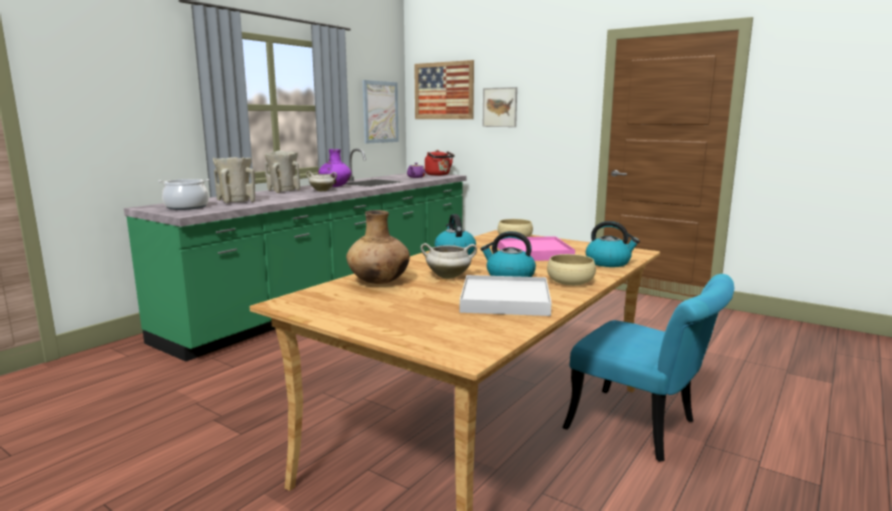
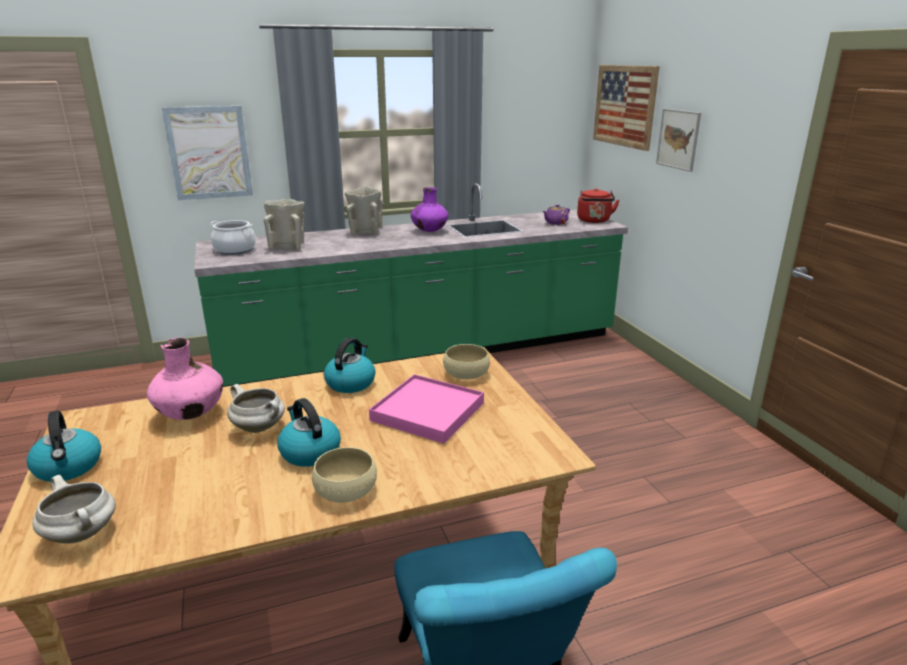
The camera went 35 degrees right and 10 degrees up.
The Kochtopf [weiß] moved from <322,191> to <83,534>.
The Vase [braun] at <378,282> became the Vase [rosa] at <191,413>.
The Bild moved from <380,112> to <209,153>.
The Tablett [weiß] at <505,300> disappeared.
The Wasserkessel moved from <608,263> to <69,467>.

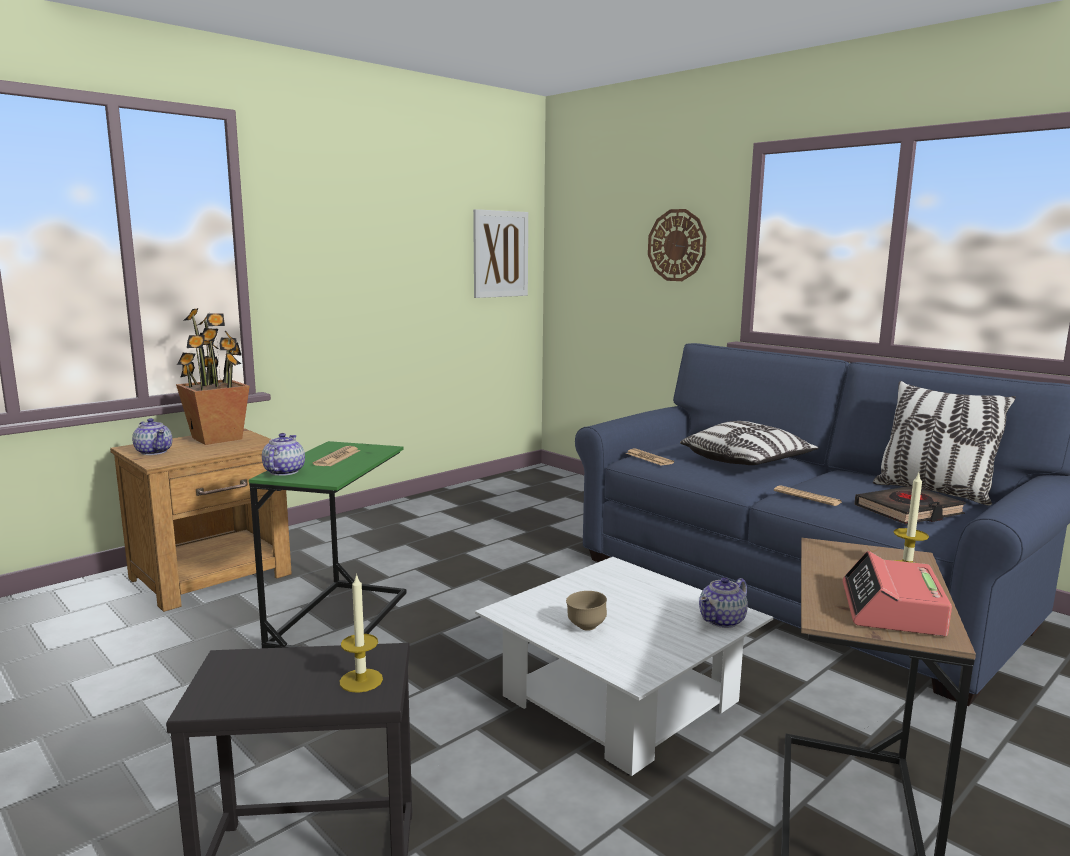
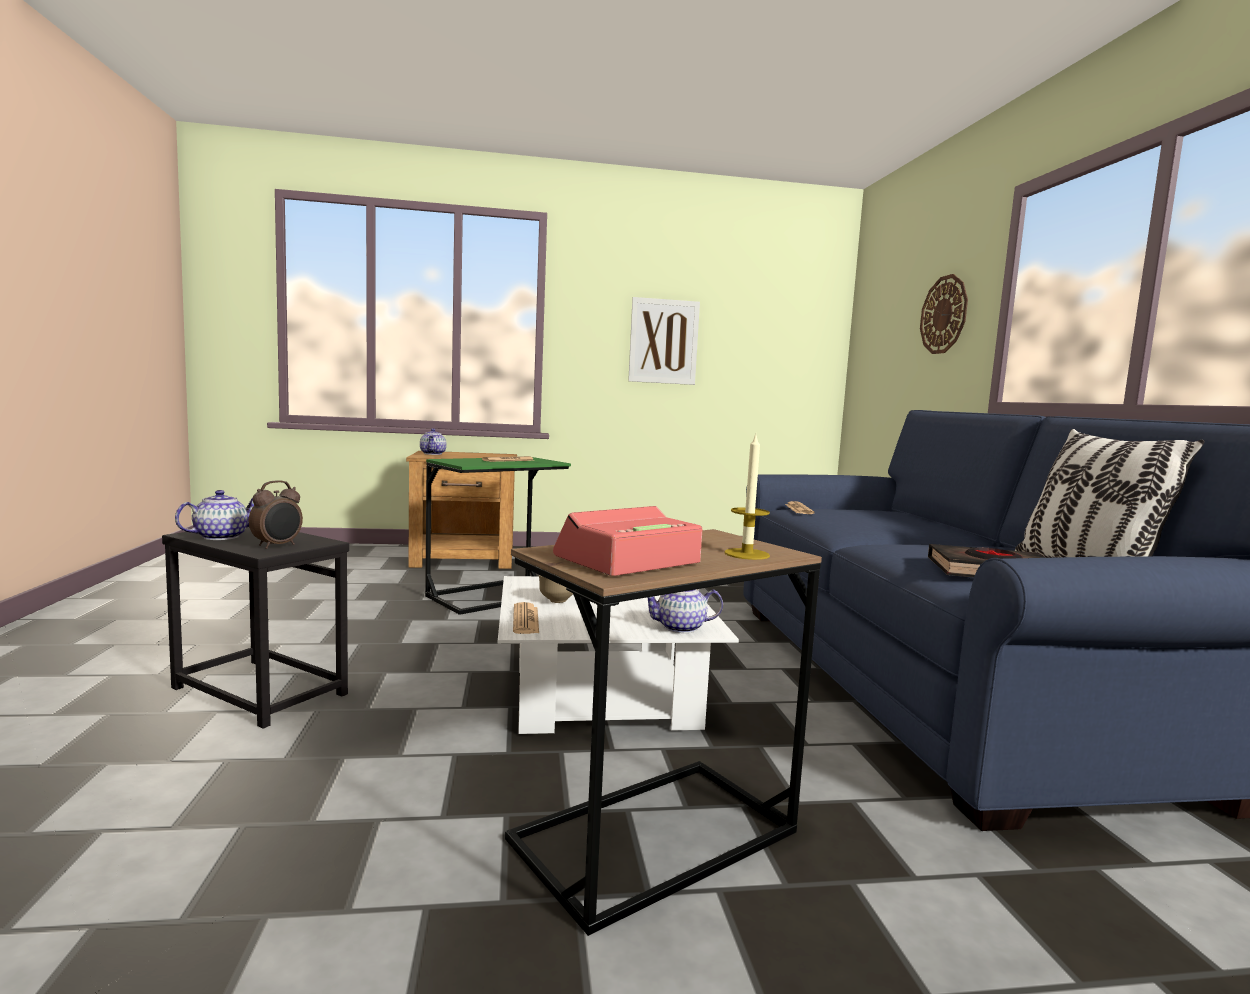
The camera went 35 degrees right and 5 degrees down.
The Topfpflanze at <218,438> disappeared.
The Teekanne moved from <283,472> to <220,537>.
The Kerze at <361,680> was replaced by the Wecker at <277,546>.
The Bild moved from <500,254> to <663,341>.
The Kissen at <747,463> disappeared.
The Zeitung moved from <807,497> to <525,620>.

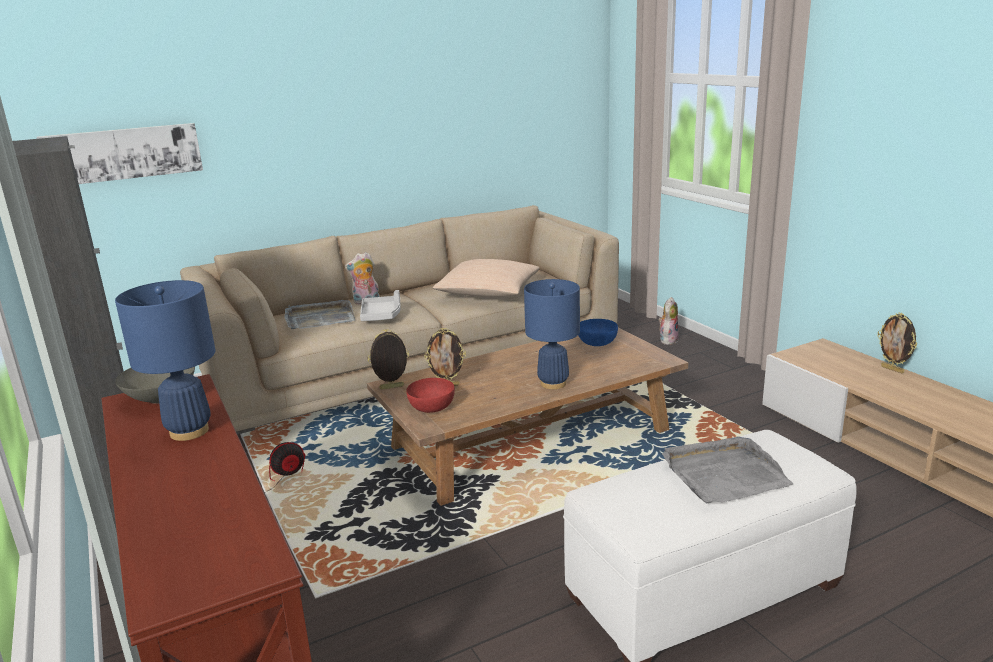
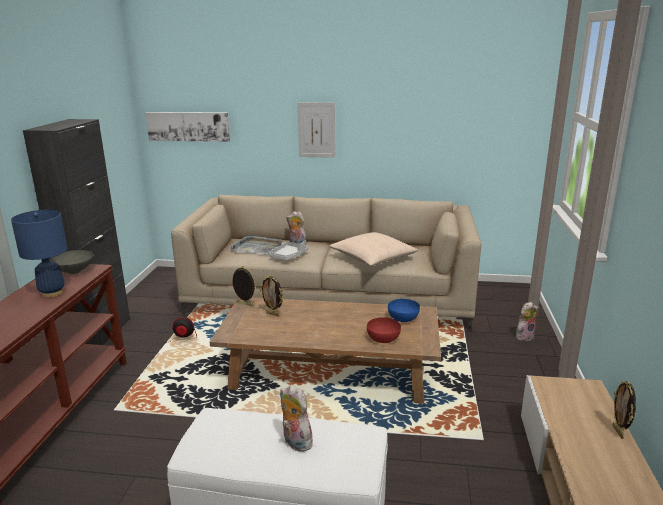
The camera went 35 degrees right and 0 degrees up.
The Schüssel [rot] moved from <432,407> to <383,339>.
The Tischlampe [blau] at <553,383> disappeared.
The Tablett [grau] at <723,474> was replaced by the Plüschtier at <295,442>.
The Bild at <316,130> appeared.

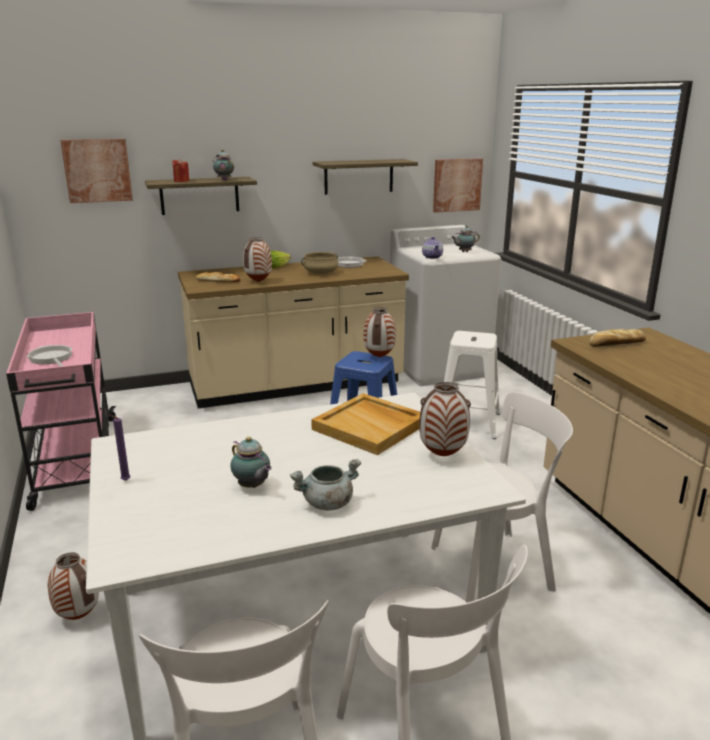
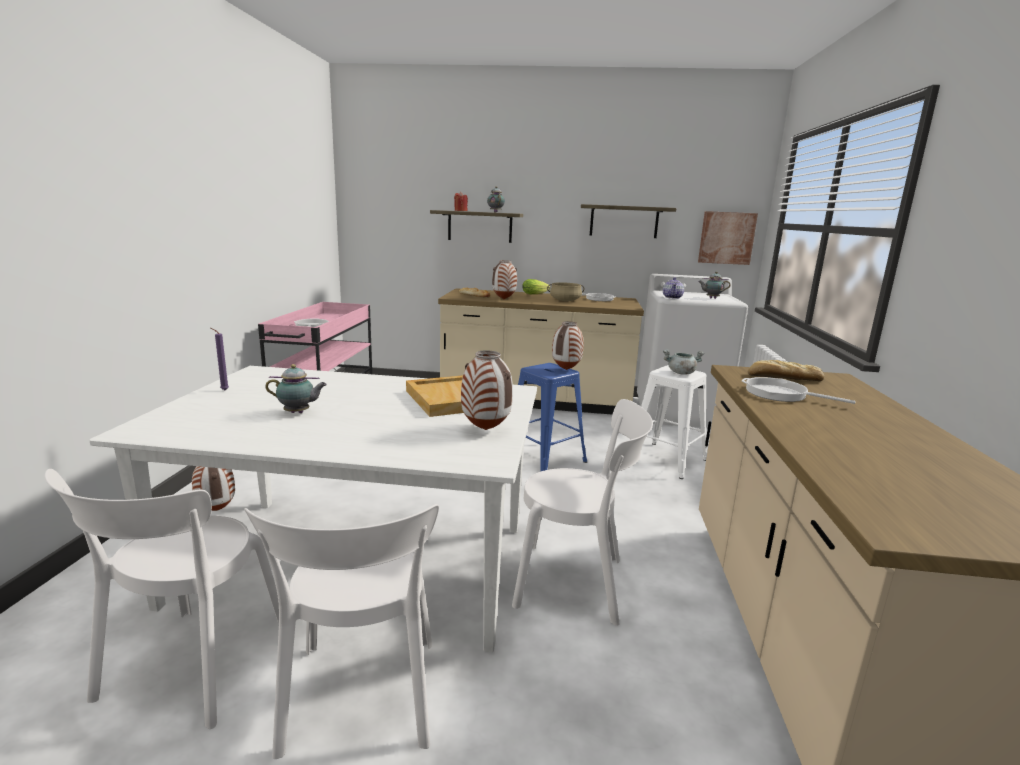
The camera went 25 degrees right and 5 degrees down.
The Bild at <97,170> disappeared.
The Teekanne at <252,486> turned 75 degrees counterclockwise.
The Kochtopf [grau] moved from <327,504> to <681,373>.
The Pfanne at <780,394> appeared.

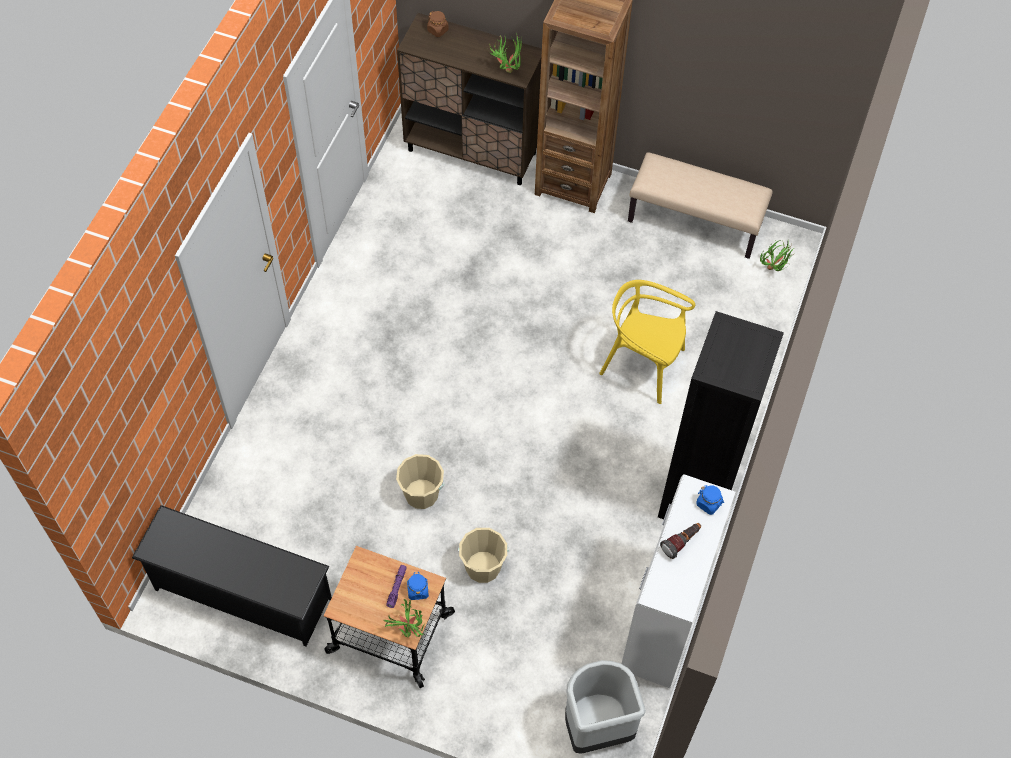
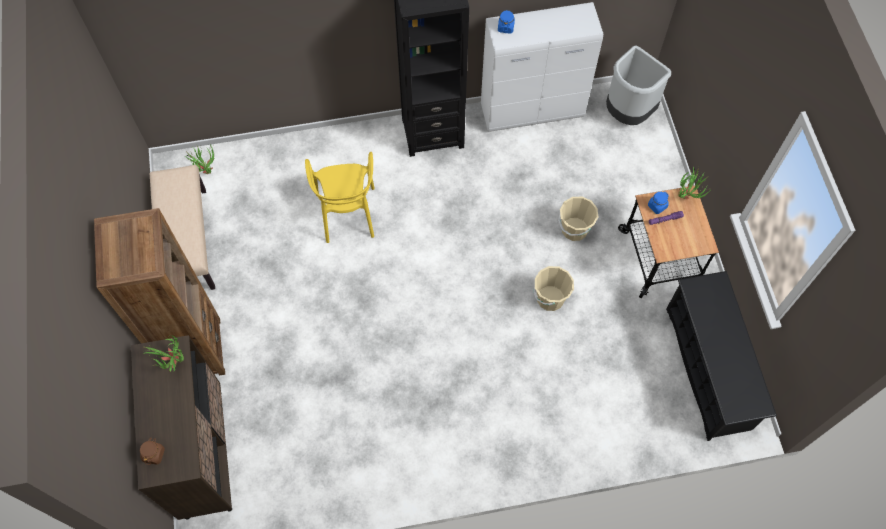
The camera went 120 degrees left and 5 degrees up.
The Taschenlampe at <681,542> disappeared.

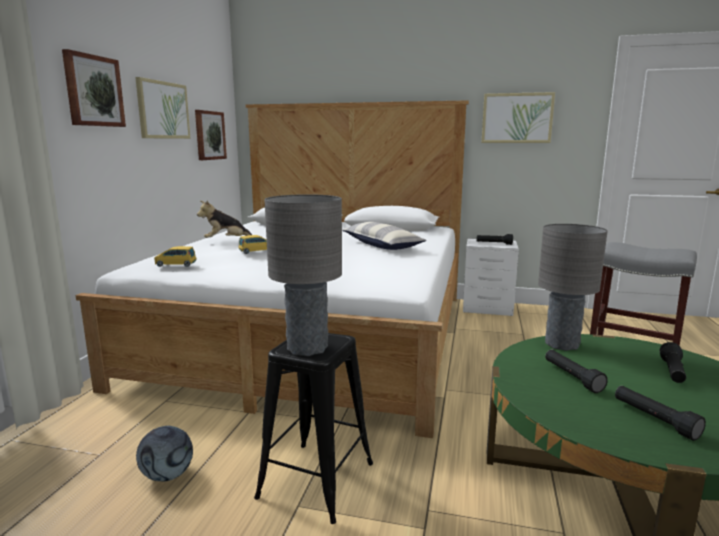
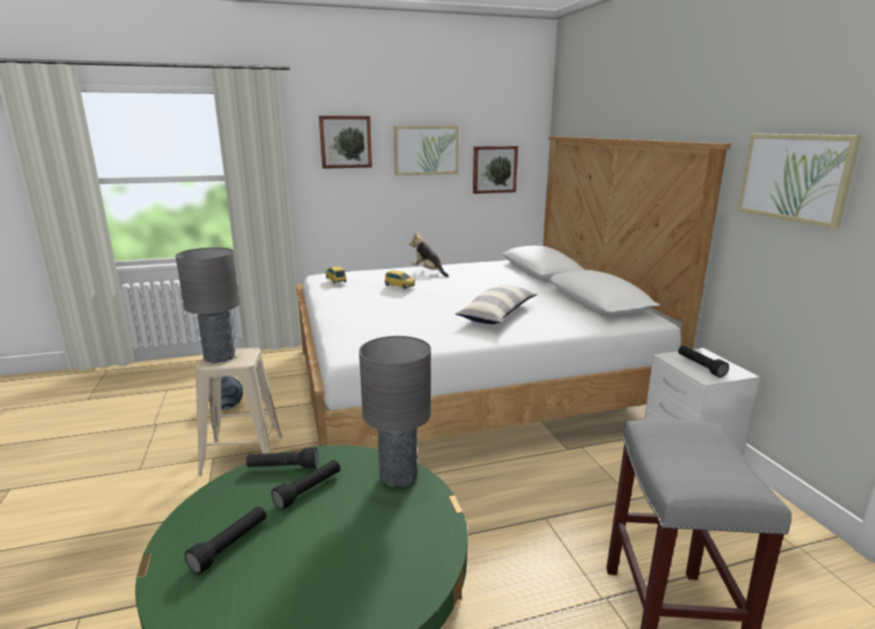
The camera went 60 degrees right and 5 degrees up.
The Hocker [schwarz] at <316,480> became the Hocker [beige] at <241,455>.
The Taschenlampe [schwarz] moved from <672,372> to <283,467>.

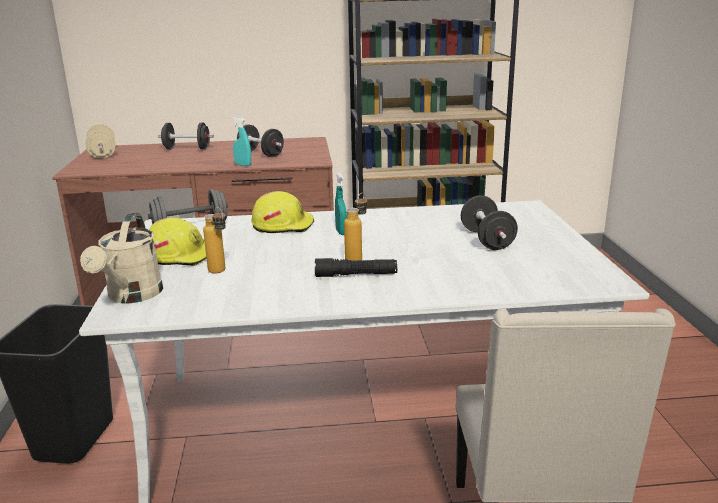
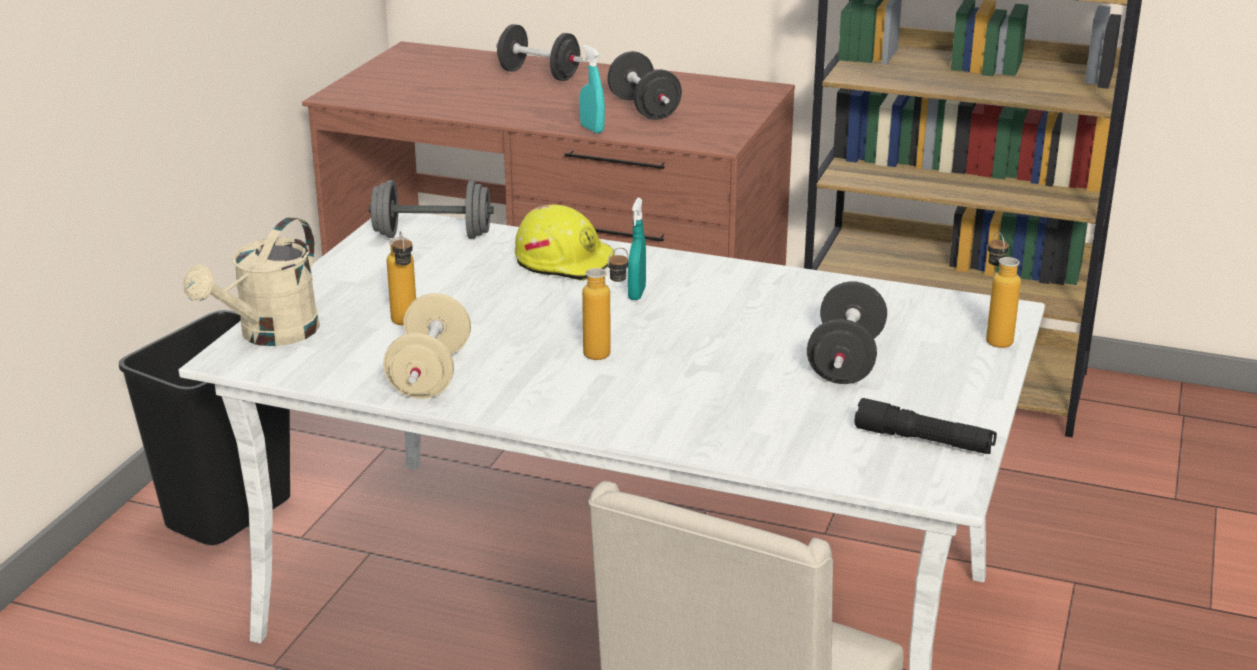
The camera went 25 degrees right and 5 degrees up.
The Hantel [beige] moved from <102,154> to <430,375>.
The Schutzhelm [gelb] at <180,255> disappeared.
The Taschenlampe [schwarz] moved from <356,275> to <923,441>.
The Flasche at <994,337> appeared.

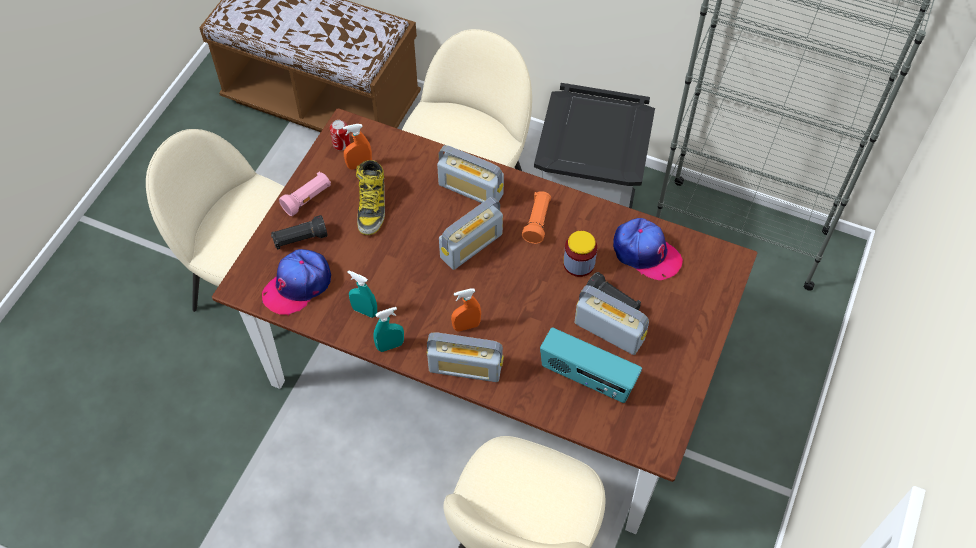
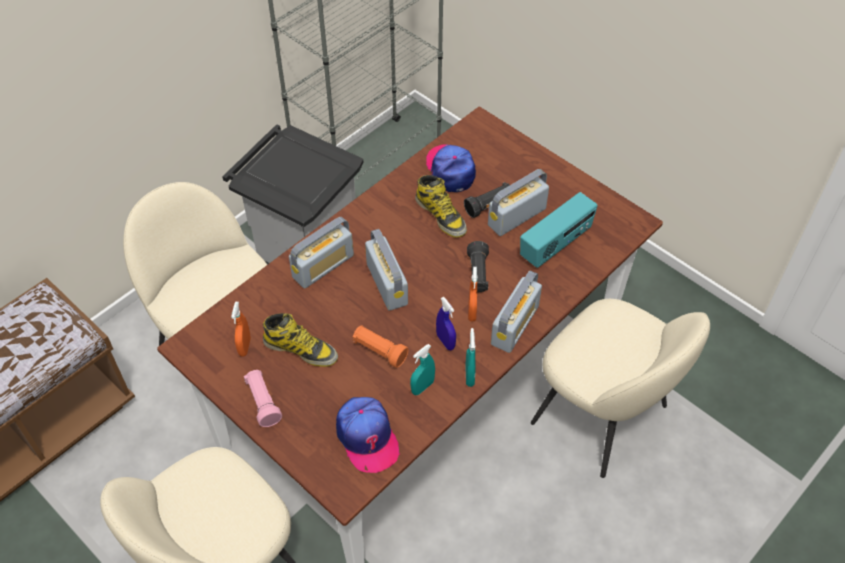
The camera went 70 degrees left and 5 degrees down.
The Taschenlampe [schwarz] moved from <300,239> to <478,274>.
The Dose at <341,144> disappeared.
The Taschenlampe [orange] moved from <537,222> to <379,351>.
The Vorratsglas at <579,264> was replaced by the Stiefel at <441,215>.
The Kappe at <645,253> turned 75 degrees counterclockwise.
The Sprühflasche [blau] at <445,341> appeared.

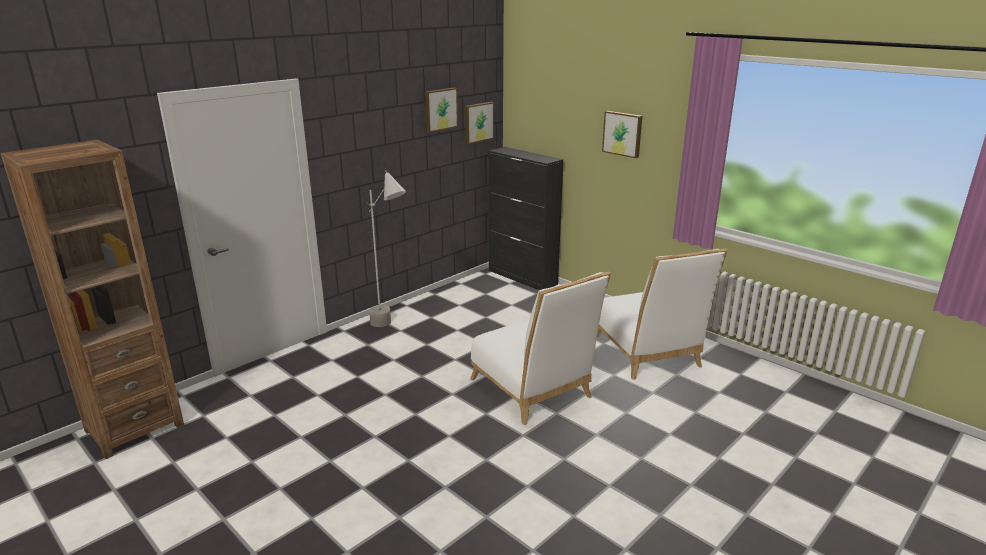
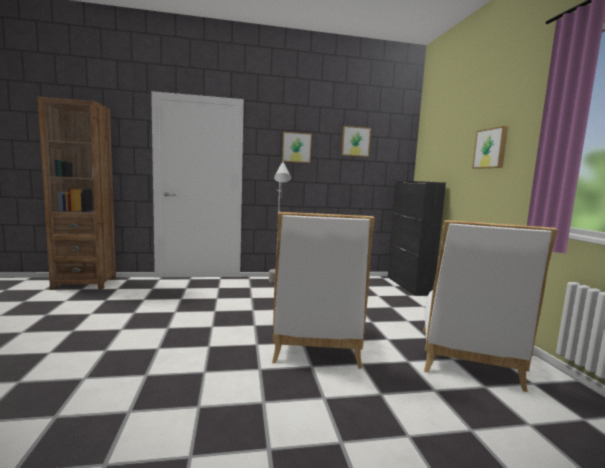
The camera went 35 degrees right and 15 degrees down.
The Bild moved from <478,122> to <296,147>.

